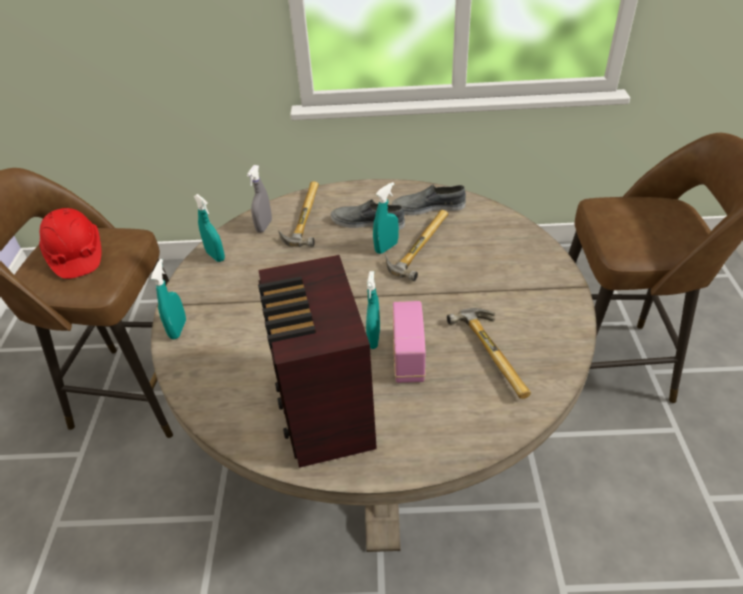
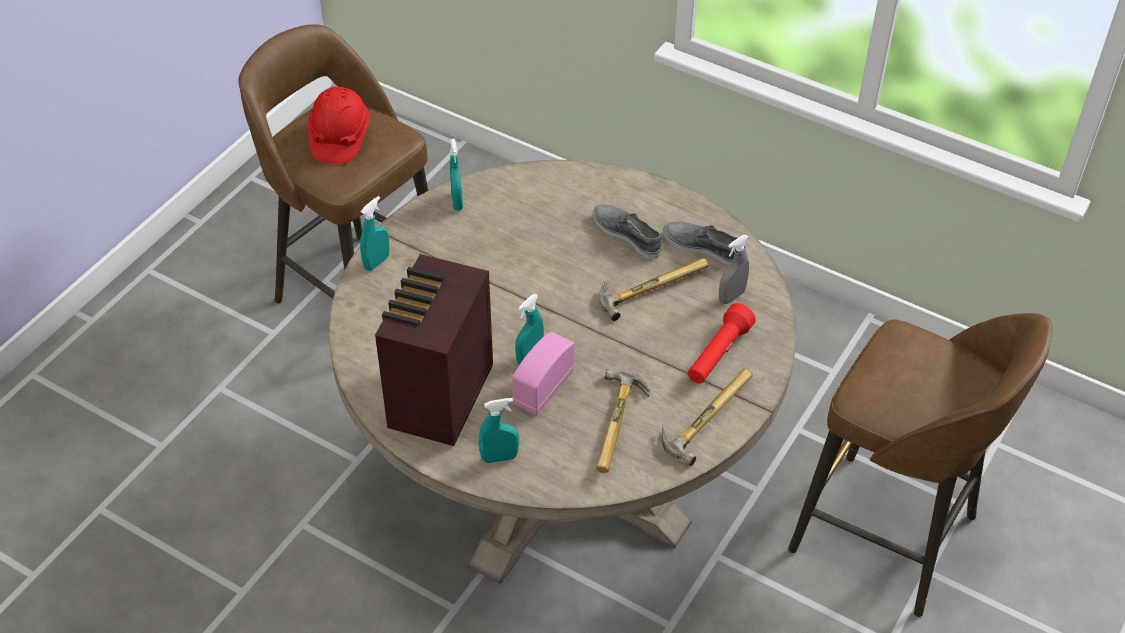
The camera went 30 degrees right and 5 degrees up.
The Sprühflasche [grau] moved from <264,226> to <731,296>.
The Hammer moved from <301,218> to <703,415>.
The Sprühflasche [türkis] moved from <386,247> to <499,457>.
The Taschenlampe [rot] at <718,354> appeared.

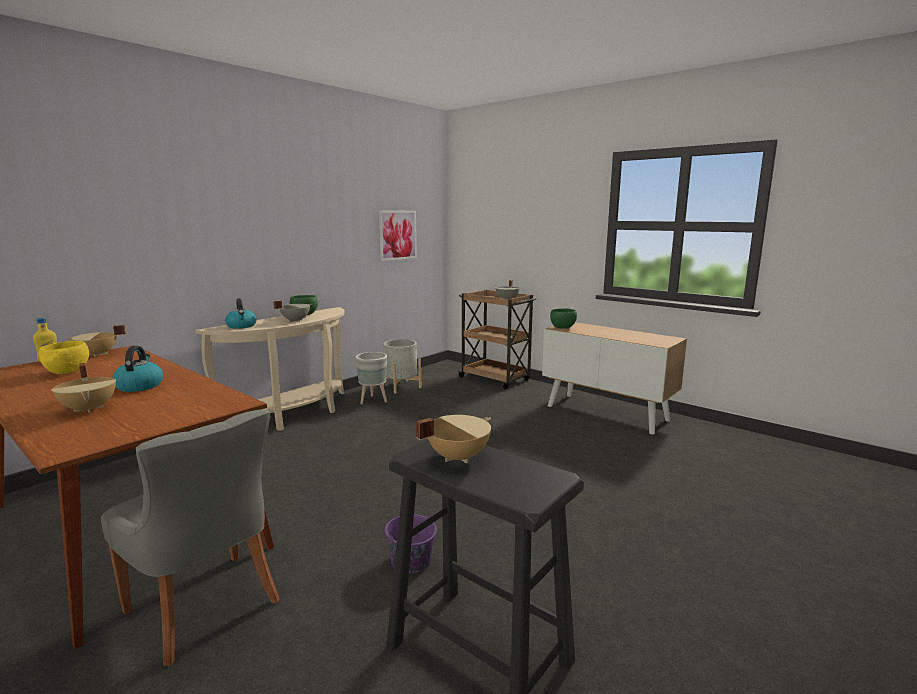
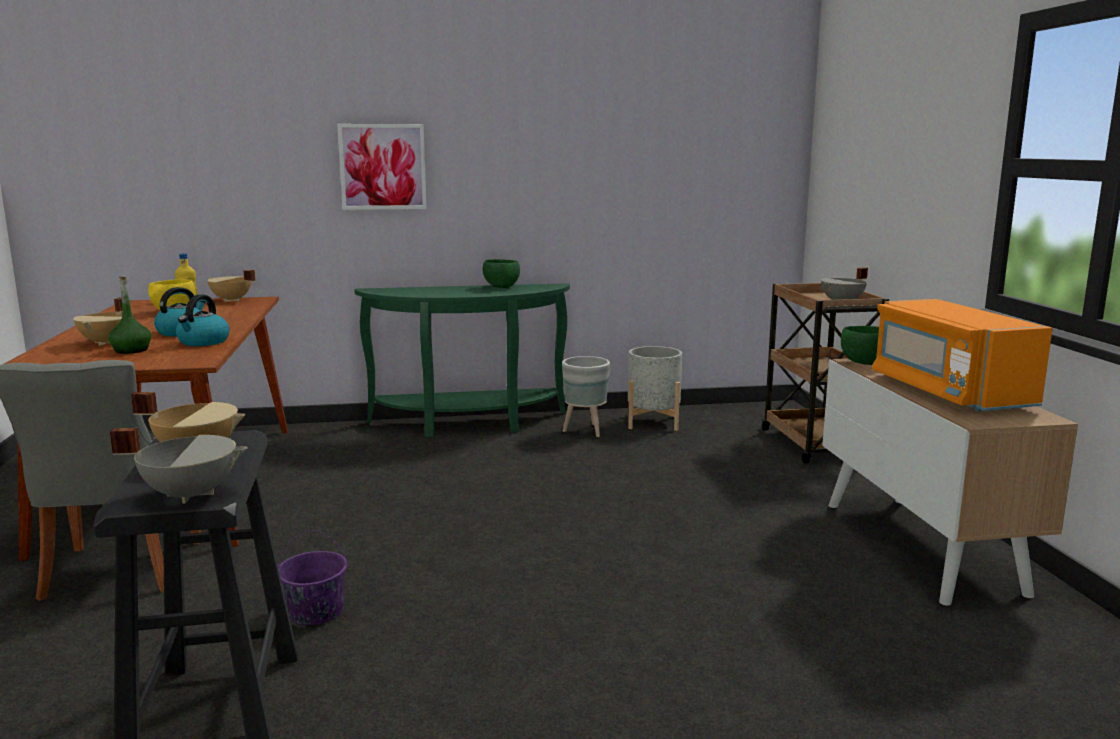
The camera went 40 degrees right and 0 degrees up.
The Konsolentisch [beige] at <294,415> became the Konsolentisch [grün] at <469,425>.
The Wasserkessel moved from <242,326> to <203,342>.
The Kochtopf [grau] moved from <295,320> to <190,494>.
The Bild moved from <397,235> to <382,167>.
The Flasche [grün] at <131,350> appeared.
The Mikrowelle [orange] at <948,392> appeared.

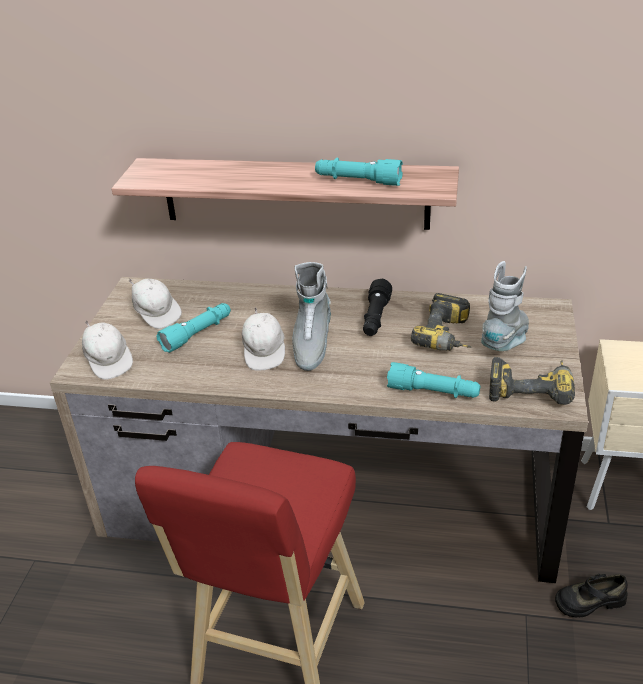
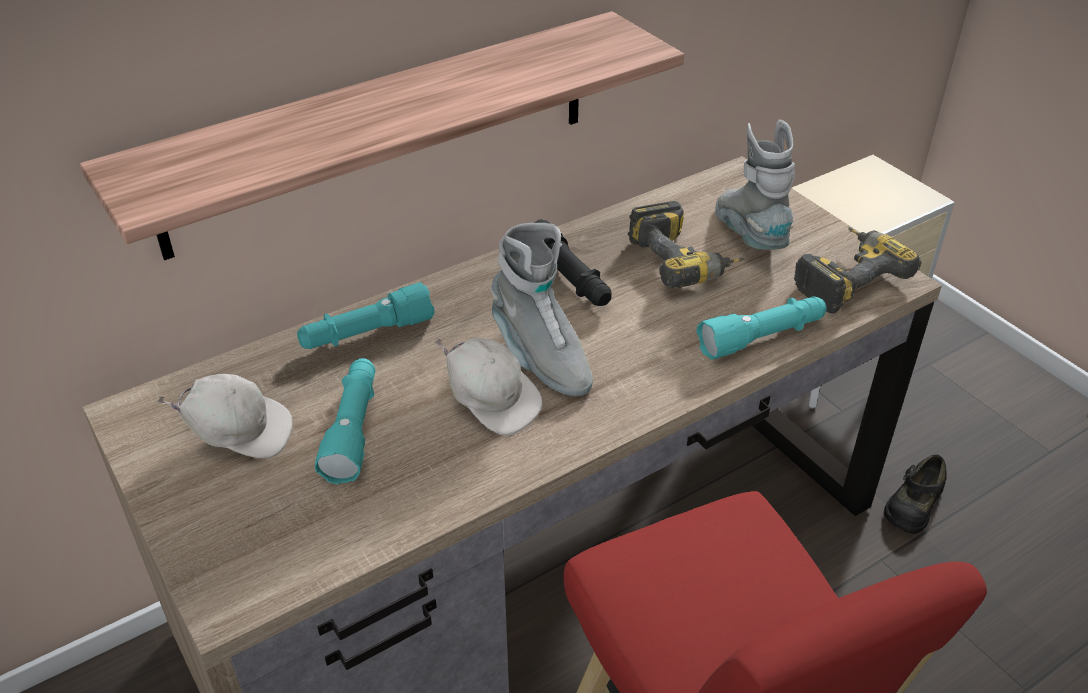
The camera went 45 degrees left and 5 degrees up.
The Kappe [weiß] at <109,361> disappeared.
The Taschenlampe [türkis] moved from <358,181> to <367,334>.

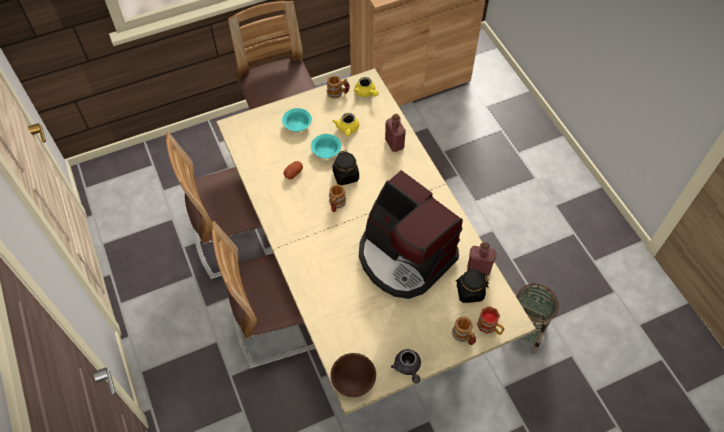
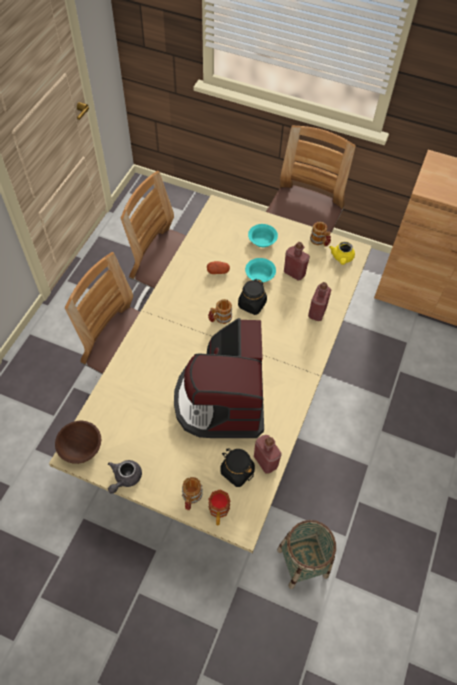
The camera went 45 degrees right and 0 degrees up.
The Teekanne [gelb] at <347,129> was replaced by the Flasche [rot] at <294,273>.

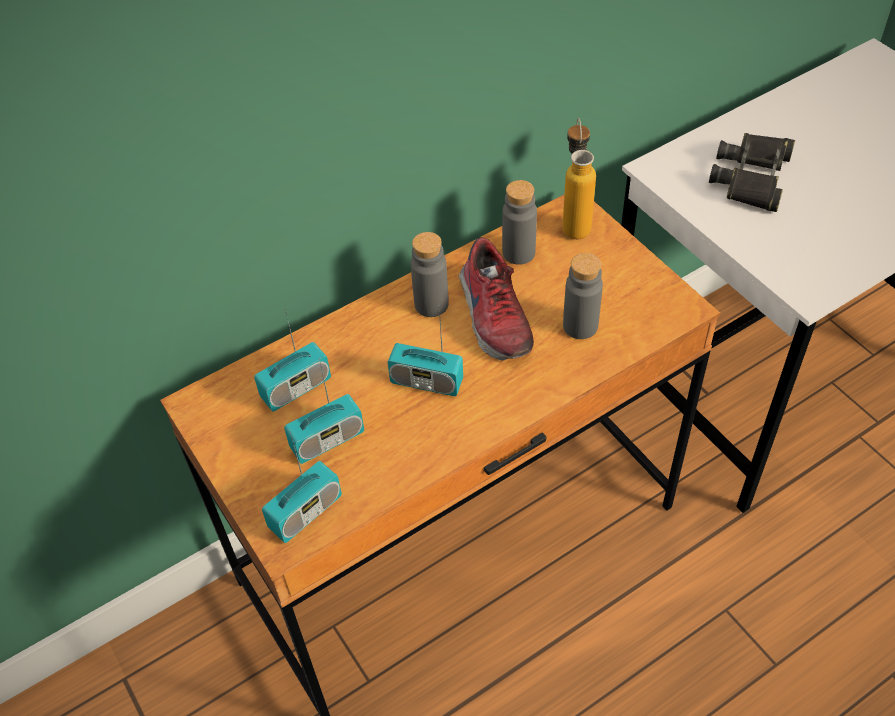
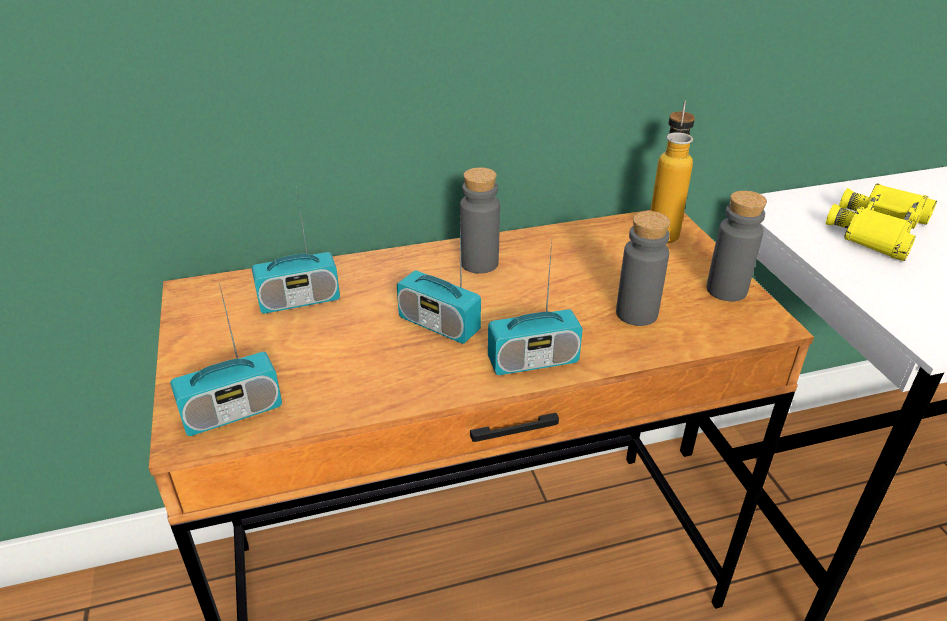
The camera went 15 degrees right and 15 degrees down.
The Radio moved from <327,440> to <533,361>.
The Schuh at <492,316> disappeared.
The Flasche [grau] moved from <518,253> to <726,290>.
The Fernglas [schwarz] at <752,177> became the Fernglas [gelb] at <879,230>.

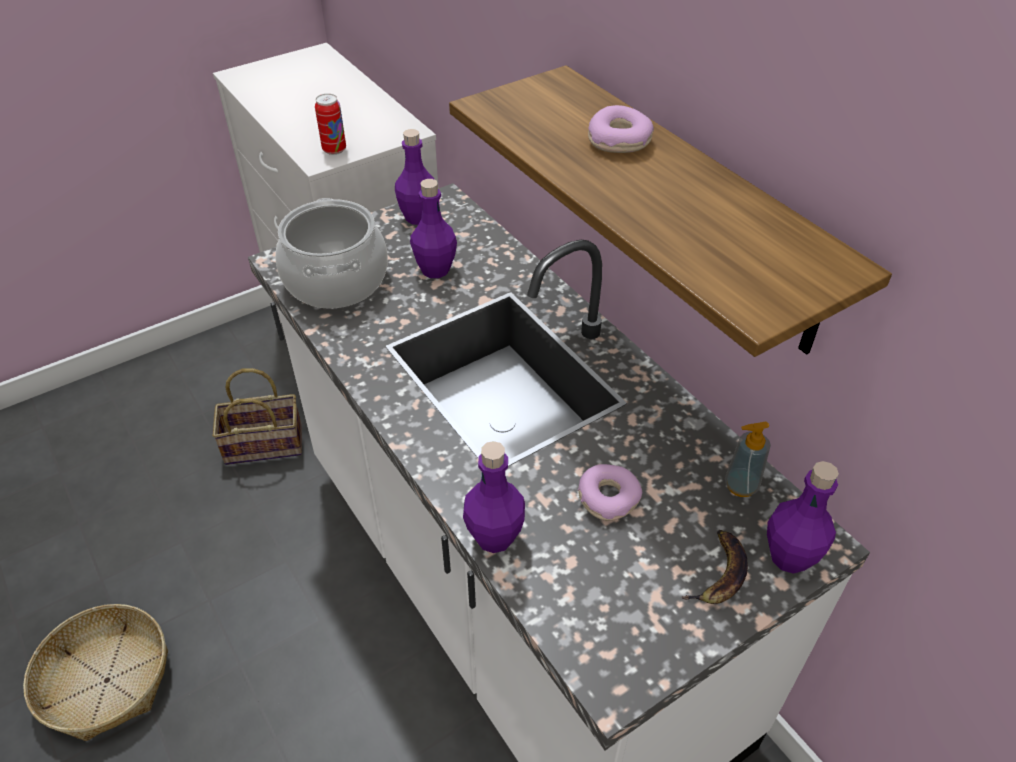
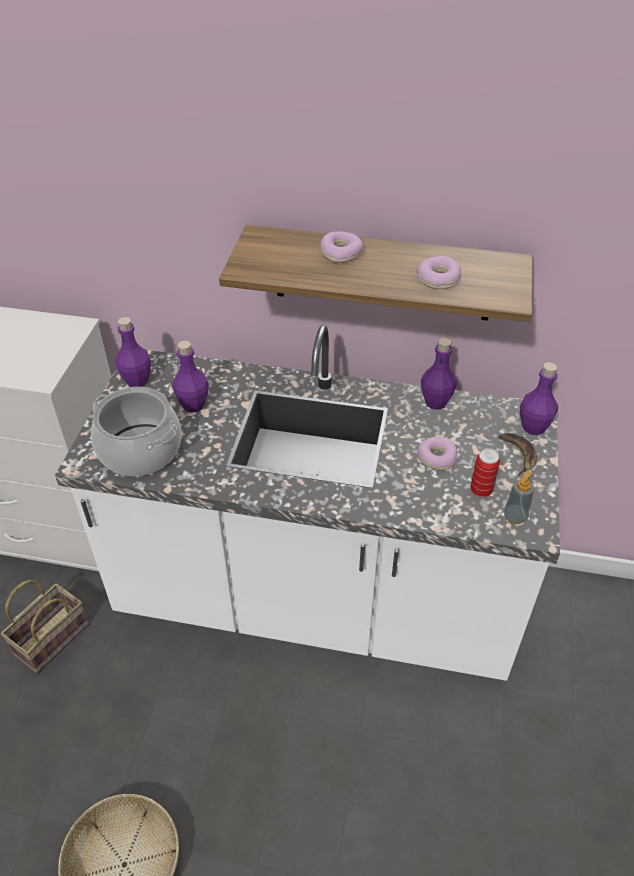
The camera went 45 degrees left and 0 degrees up.
The Dose moved from <334,150> to <481,490>.
The Flasche [lila] moved from <494,537> to <435,402>.
The Seifenspender moved from <741,485> to <515,516>.
The Donut at <438,280> appeared.

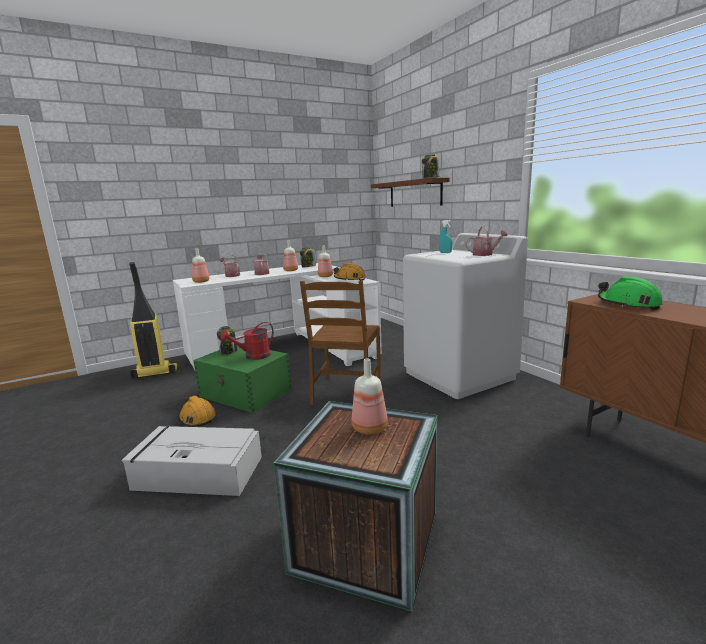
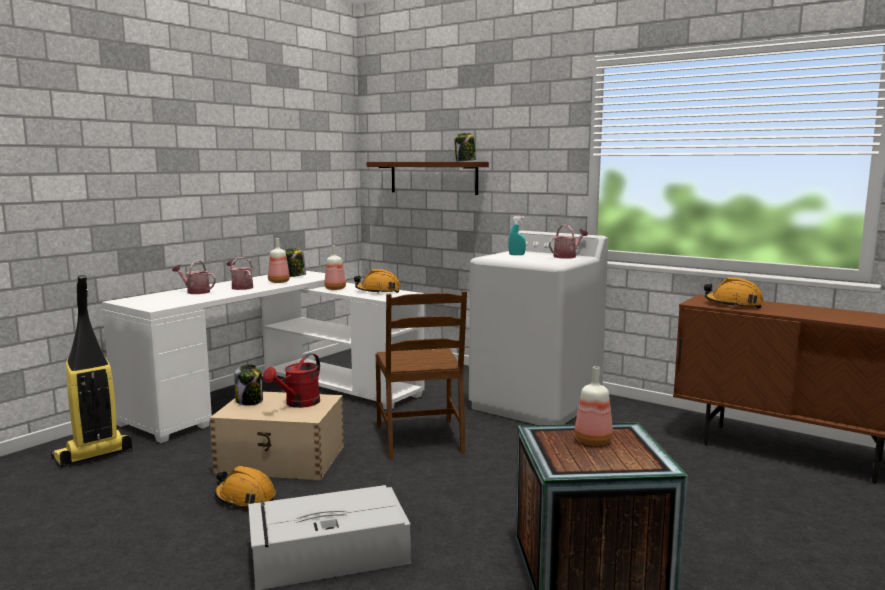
The camera went 25 degrees left and 5 degrees down.
The Flasche at <201,282> disappeared.
The Aufbewahrungsbox [grün] at <246,393> became the Aufbewahrungsbox [beige] at <282,459>.
The Schutzhelm [grün] at <628,304> became the Schutzhelm [orange] at <733,304>.

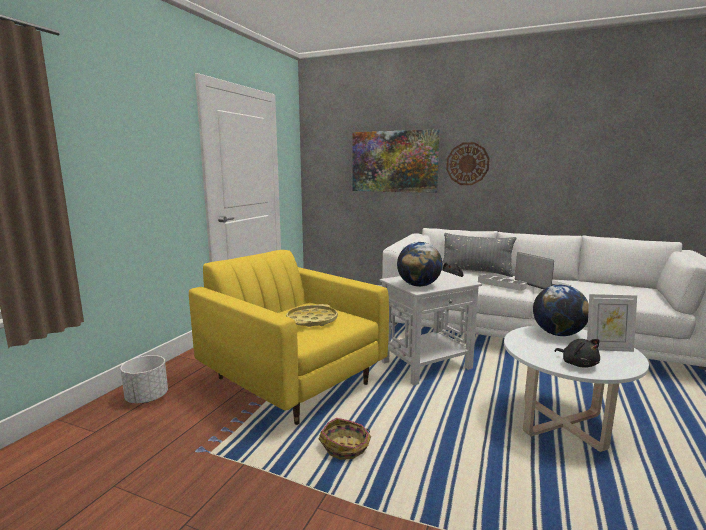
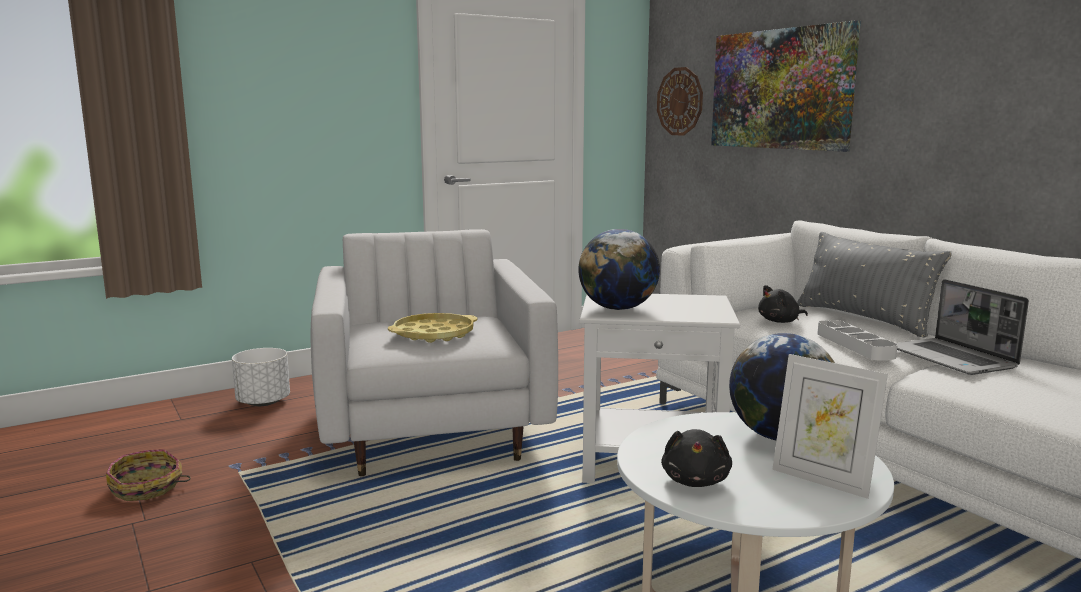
The camera went 35 degrees right and 0 degrees up.
The Sessel [gelb] at <292,381> became the Sessel [weiß] at <432,429>.
The Korb moved from <346,447> to <147,488>.
The Wanduhr moved from <467,164> to <680,101>.
The Laptop at <540,284> turned 150 degrees clockwise.

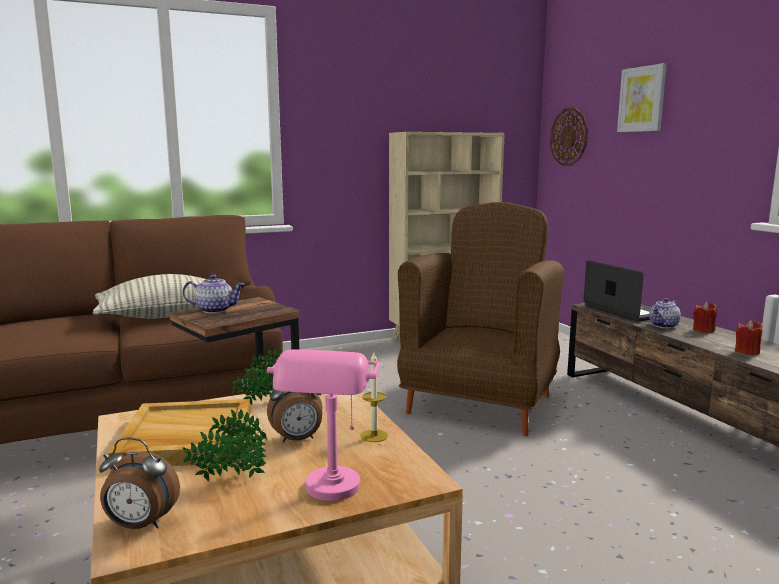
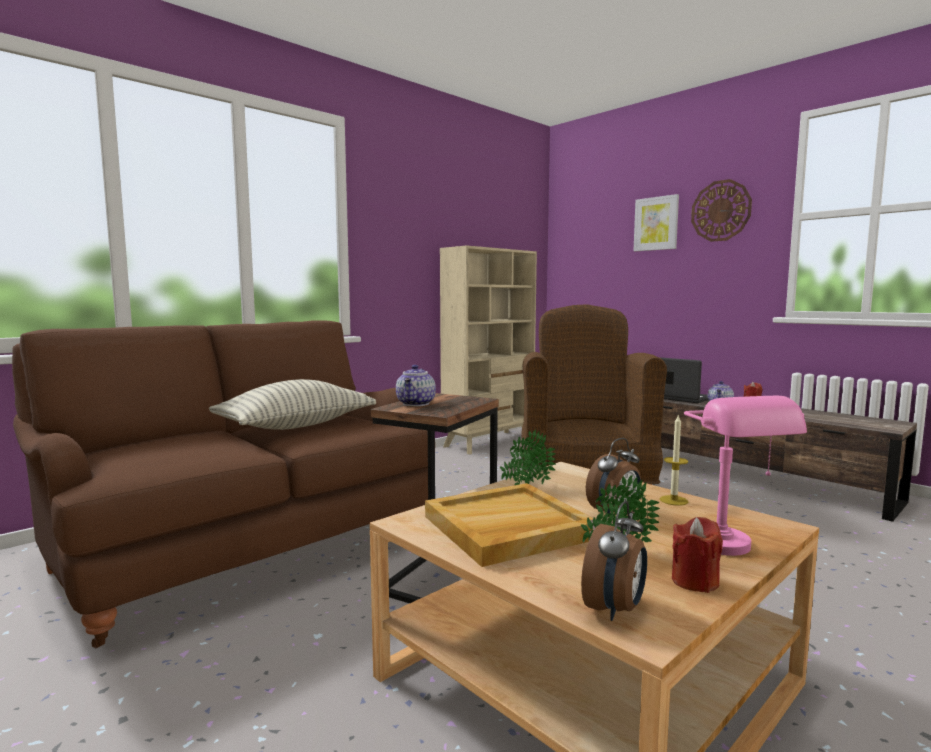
The camera went 20 degrees left and 5 degrees down.
The Wecker at <140,525> turned 45 degrees counterclockwise.
The Teekanne at <215,310> turned 120 degrees clockwise.
The Wanduhr moved from <569,137> to <721,211>.
The Kerze [rot] moved from <747,352> to <694,581>.

